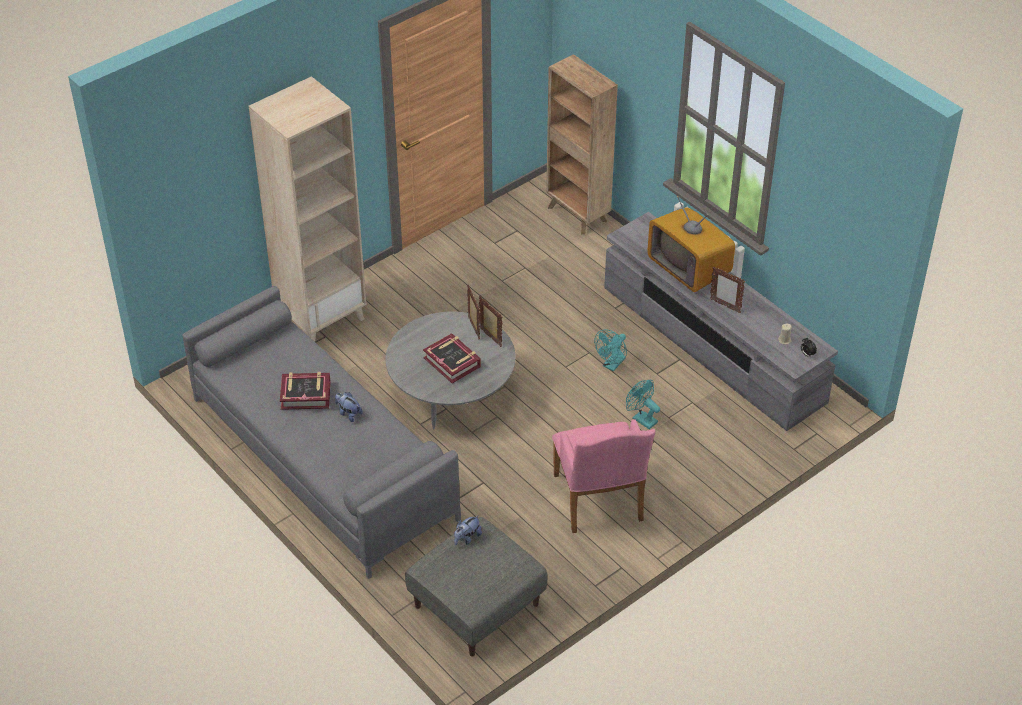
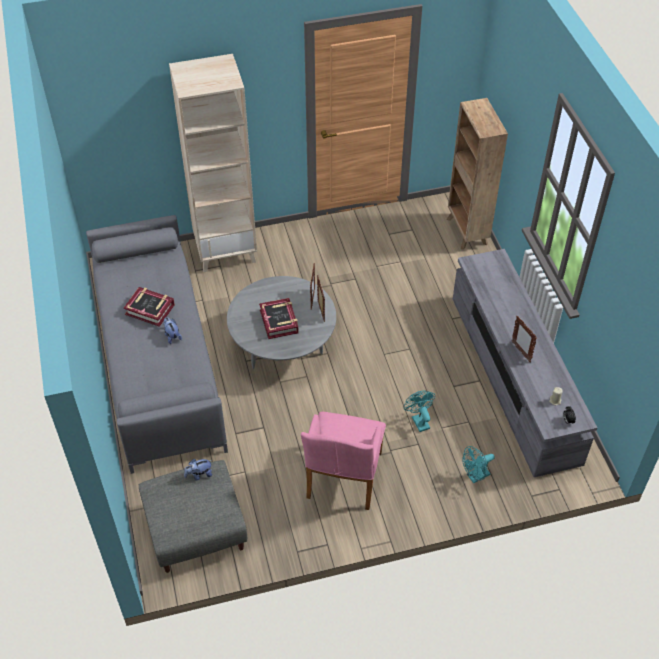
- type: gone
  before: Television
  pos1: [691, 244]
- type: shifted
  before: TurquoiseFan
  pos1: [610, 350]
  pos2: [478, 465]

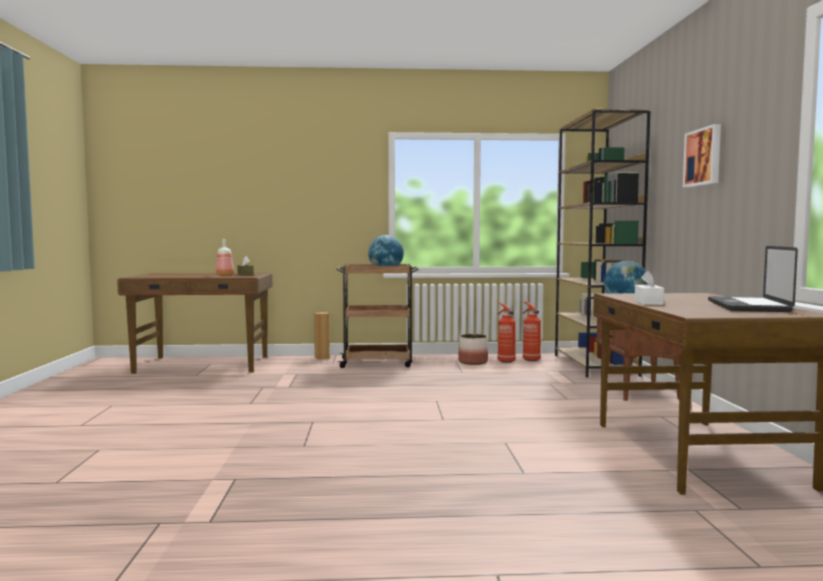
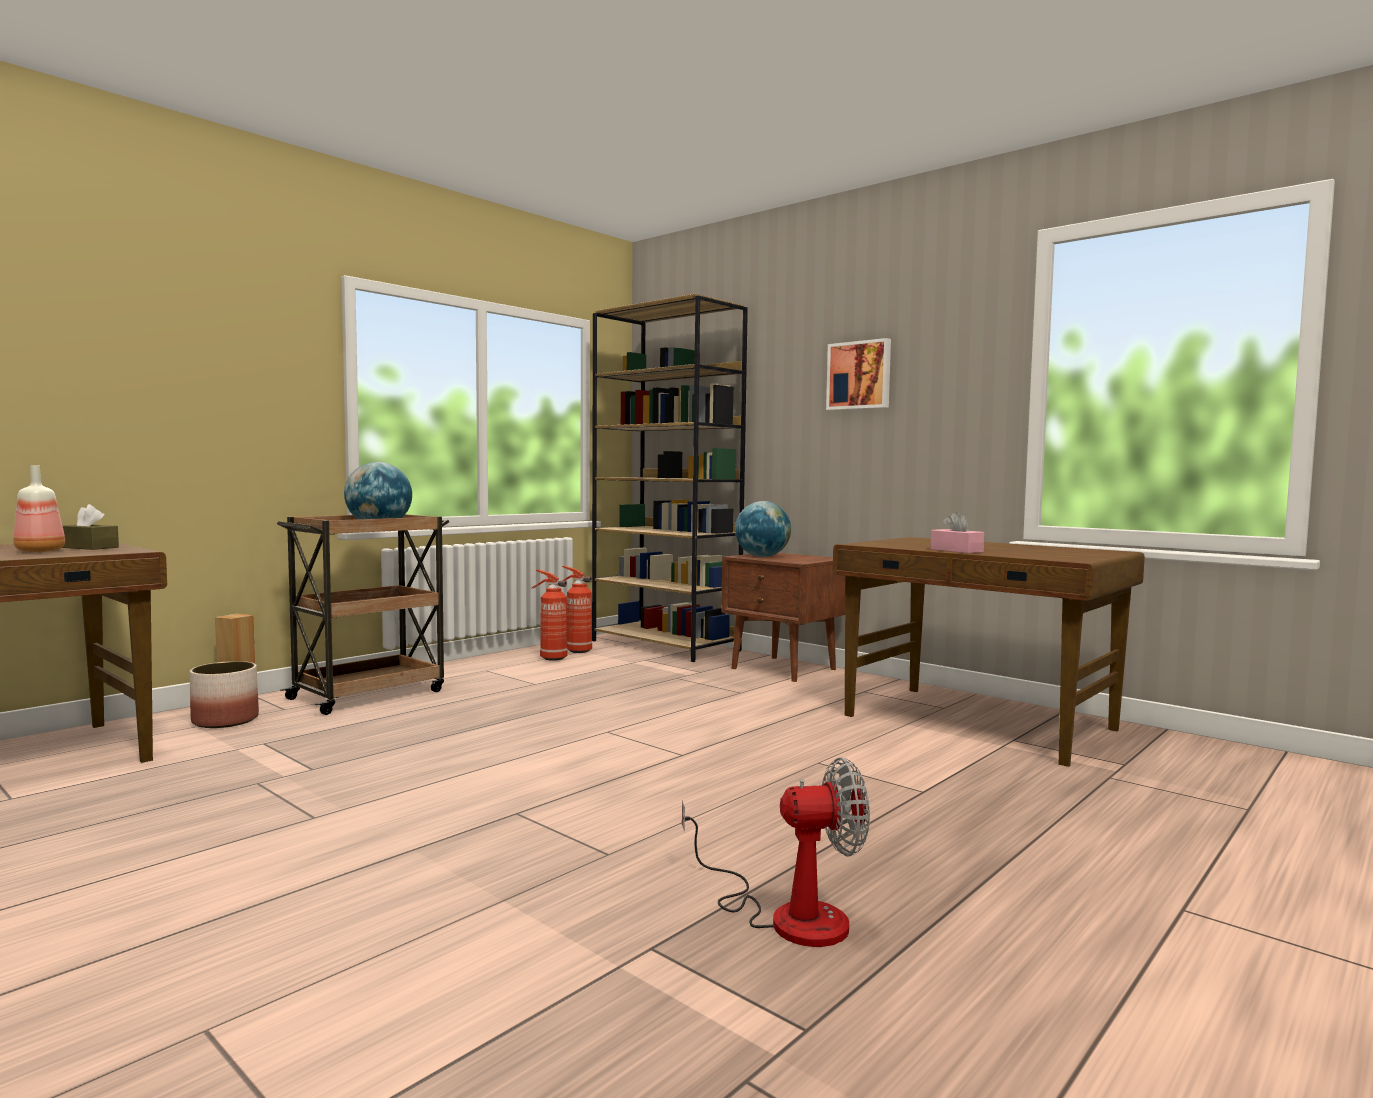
- type: gone
  before: Laptop
  pos1: [753, 279]
- type: repainted
  before: WhiteTissueBox
  after: PinkTissueBox
  pos1: [649, 288]
  pos2: [957, 532]
- type: shifted
  before: Planter
  pos1: [473, 349]
  pos2: [224, 694]
- type: new
  after: Fan
  pos2: [776, 852]

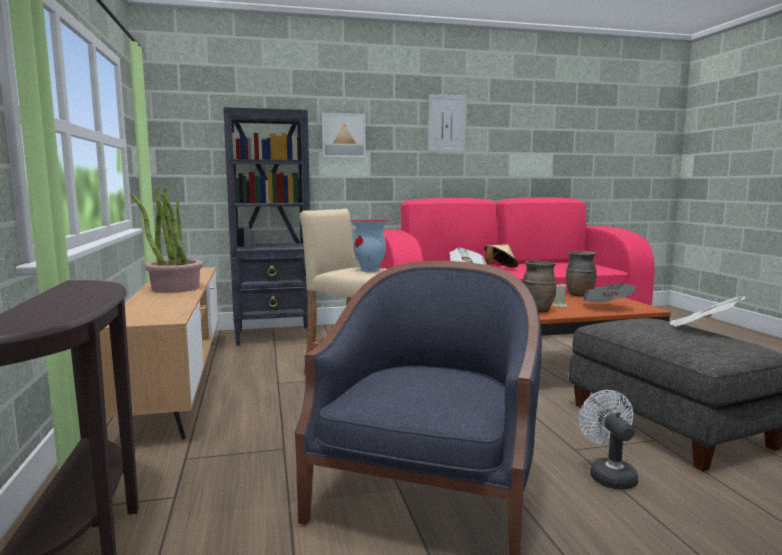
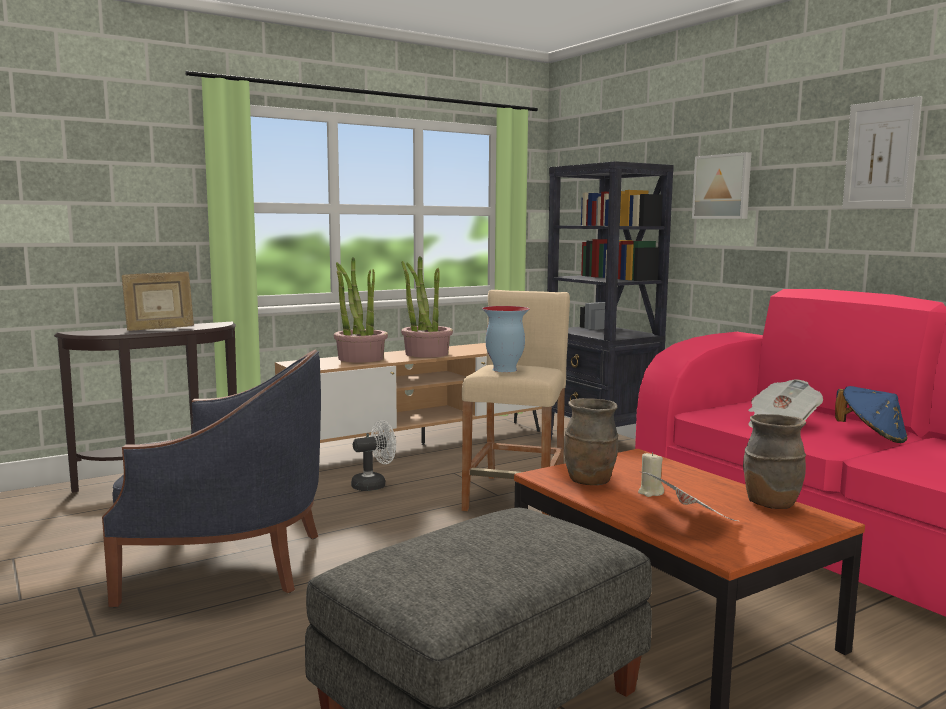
- type: repainted
  before: BeigeHat
  after: BlueHat
  pos1: [501, 256]
  pos2: [871, 414]
- type: gone
  before: Newspaper
  pos1: [707, 311]
- type: shifted
  before: WhiteFan
  pos1: [608, 439]
  pos2: [373, 455]
- type: new
  after: PottedPlant
  pos2: [361, 310]
- type: new
  after: PictureFrame
  pos2: [158, 301]

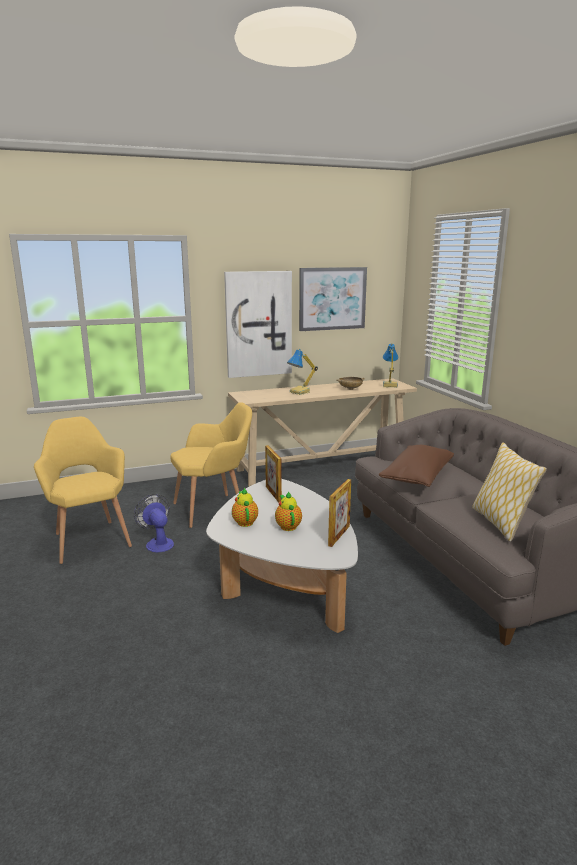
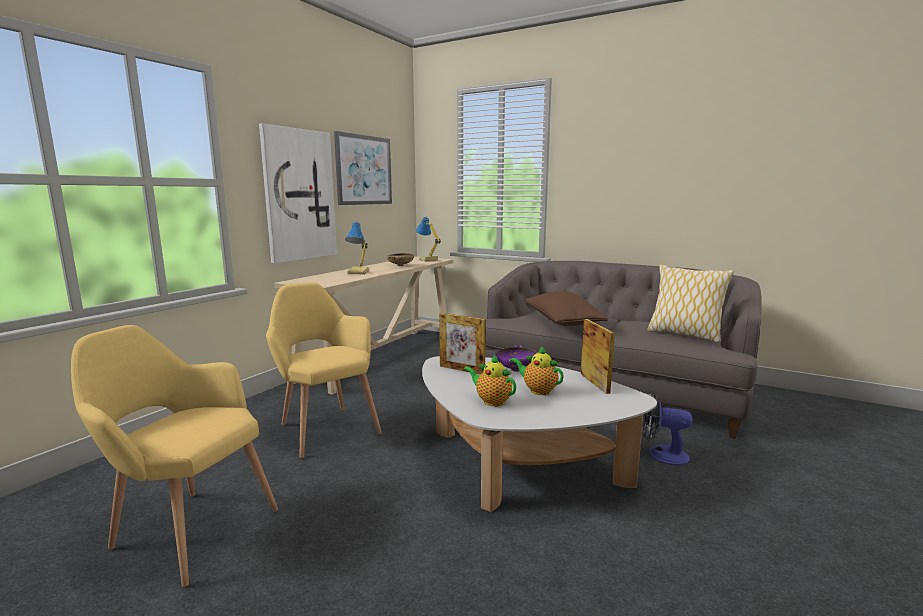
- type: rotated
  before: YellowArmchair
  pos1: [211, 465]
  pos2: [324, 370]
  turn: -60
- type: shifted
  before: Fan
  pos1: [154, 523]
  pos2: [667, 427]
- type: new
  after: PurpleBowl
  pos2: [516, 358]

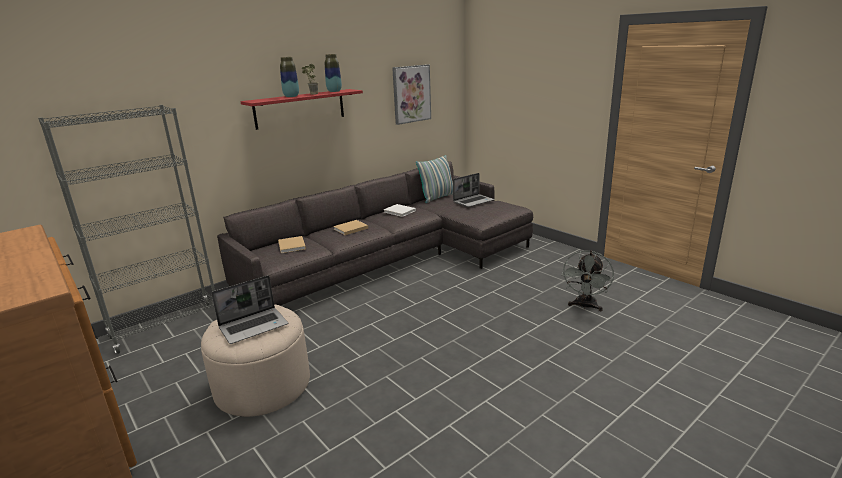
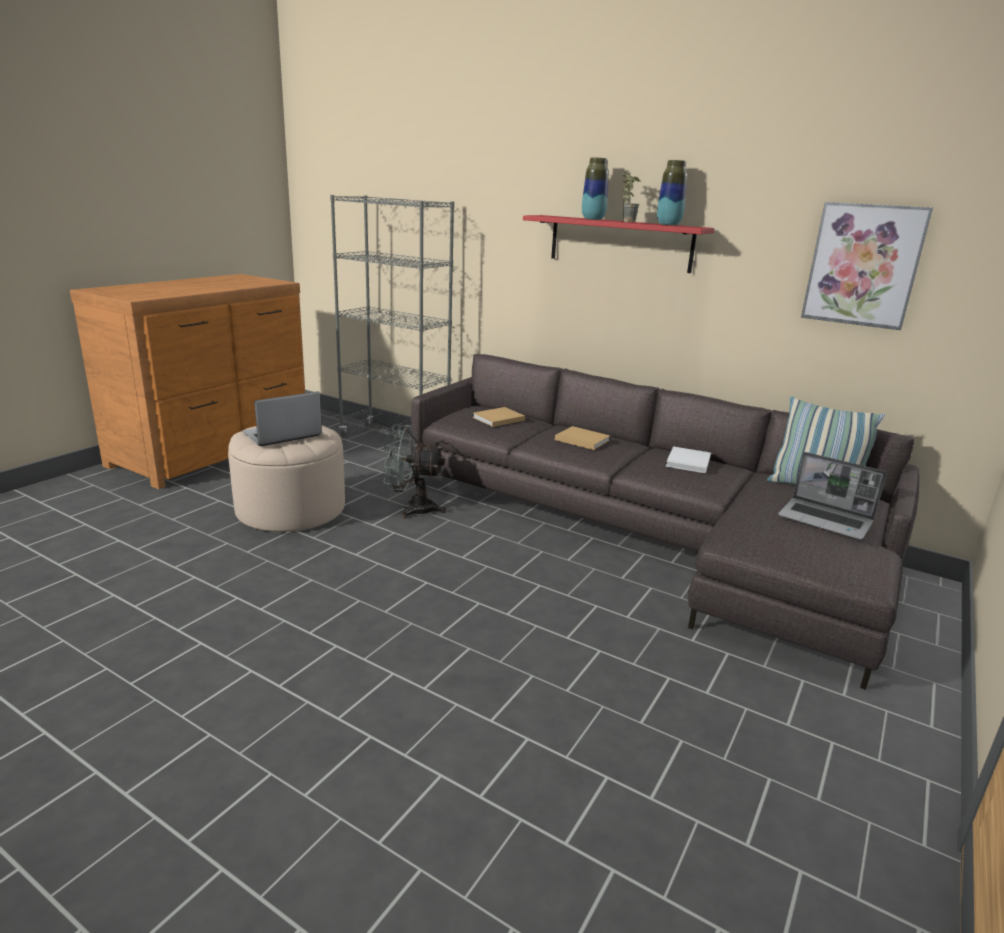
- type: shifted
  before: GreyFan
  pos1: [588, 280]
  pos2: [414, 471]
- type: rotated
  before: Laptop
  pos1: [249, 309]
  pos2: [282, 419]
  turn: 105

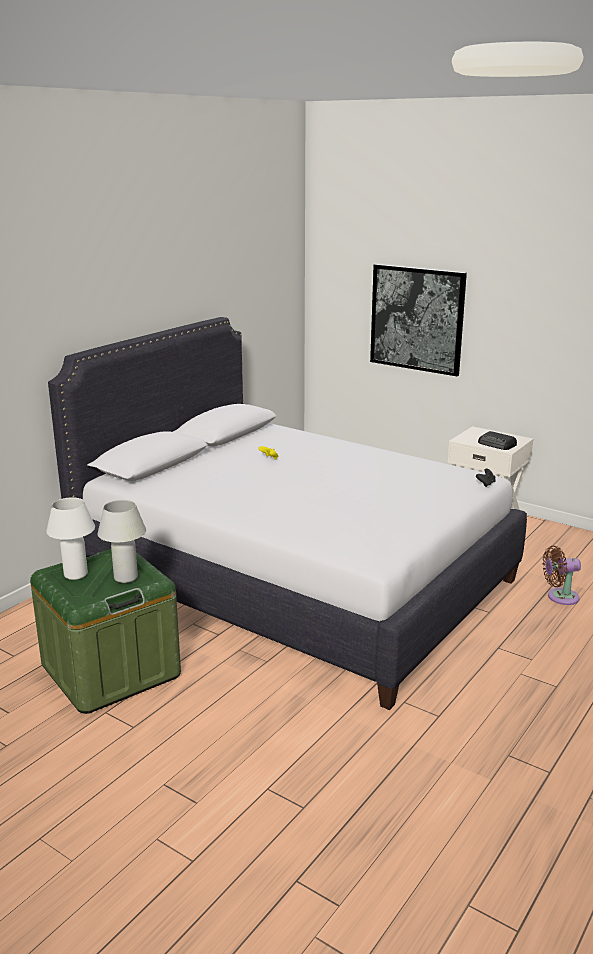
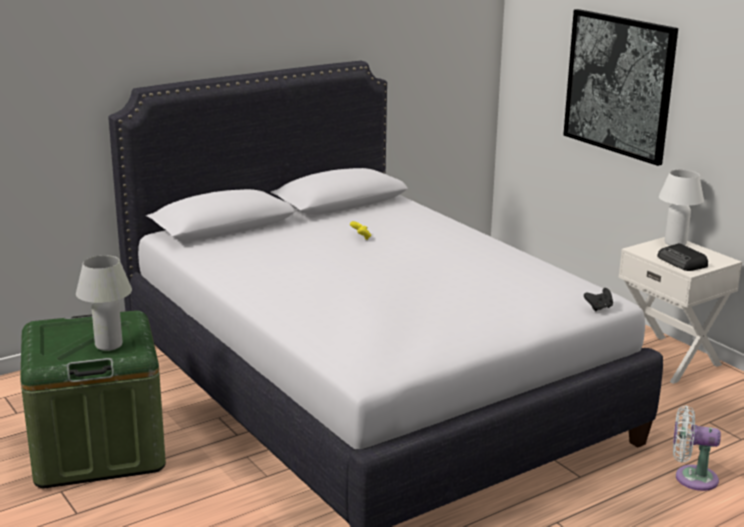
- type: shifted
  before: WhiteTableLamp
  pos1: [70, 538]
  pos2: [681, 207]
- type: repainted
  before: BrownFan
  after: WhiteFan
  pos1: [561, 575]
  pos2: [697, 448]

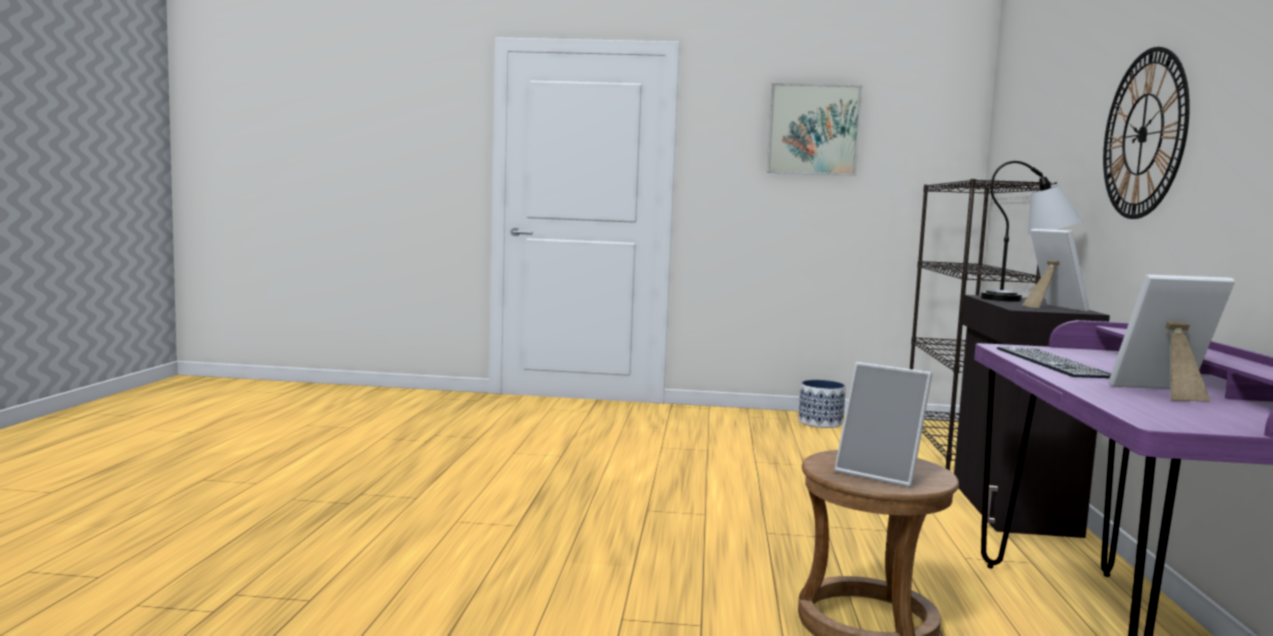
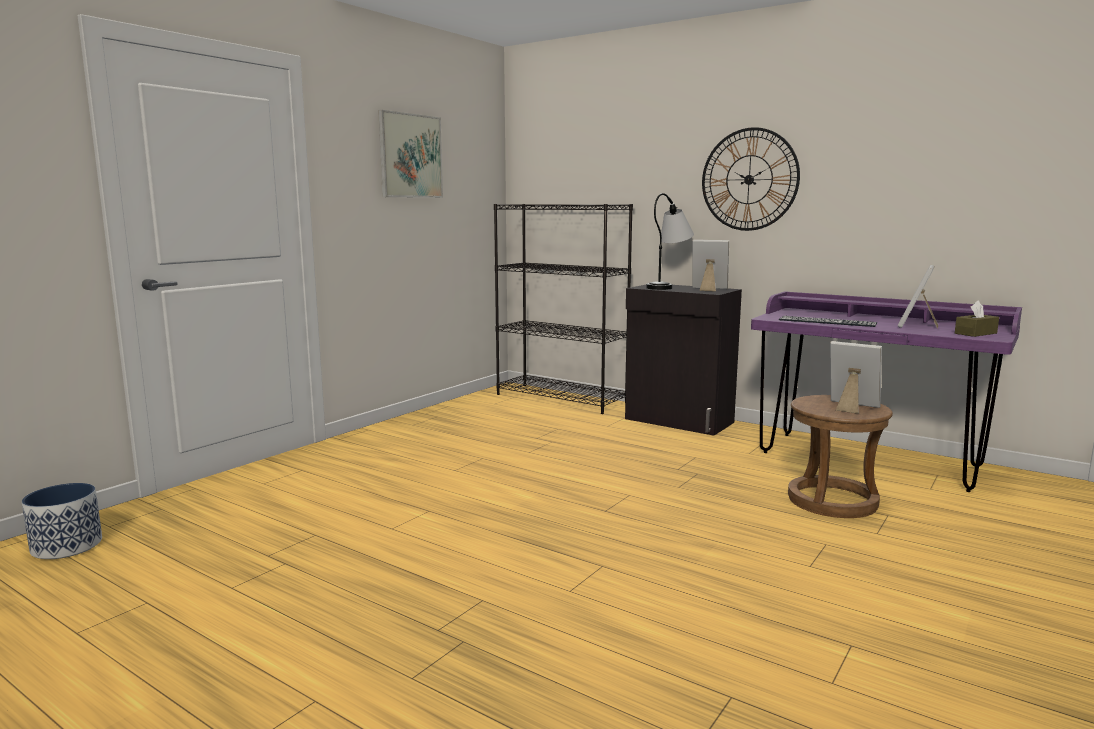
- type: rotated
  before: PictureFrame
  pos1: [883, 424]
  pos2: [856, 377]
  turn: -120
- type: shifted
  before: Planter
  pos1: [822, 404]
  pos2: [62, 521]
- type: new
  after: BrownTissueBox
  pos2: [977, 318]

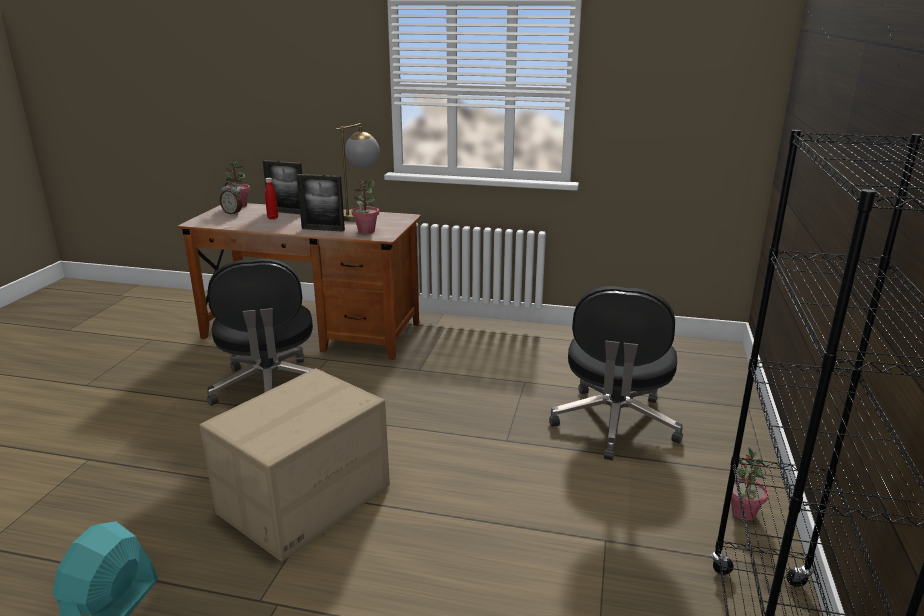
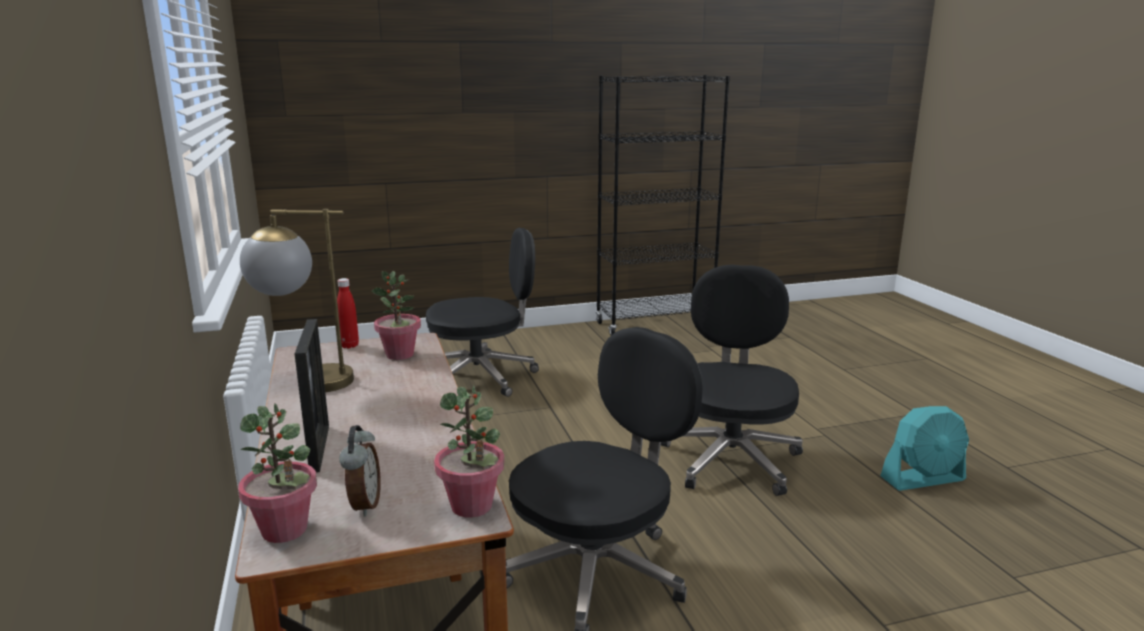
- type: gone
  before: PictureFrame
  pos1: [321, 203]
- type: shifted
  before: RedBottle
  pos1: [271, 198]
  pos2: [348, 313]
- type: swapped
  before: CardboardBox
  after: BlackOfficeChair
  pos1: [294, 465]
  pos2: [732, 380]
- type: shifted
  before: PottedPlant
  pos1: [750, 484]
  pos2: [469, 451]

